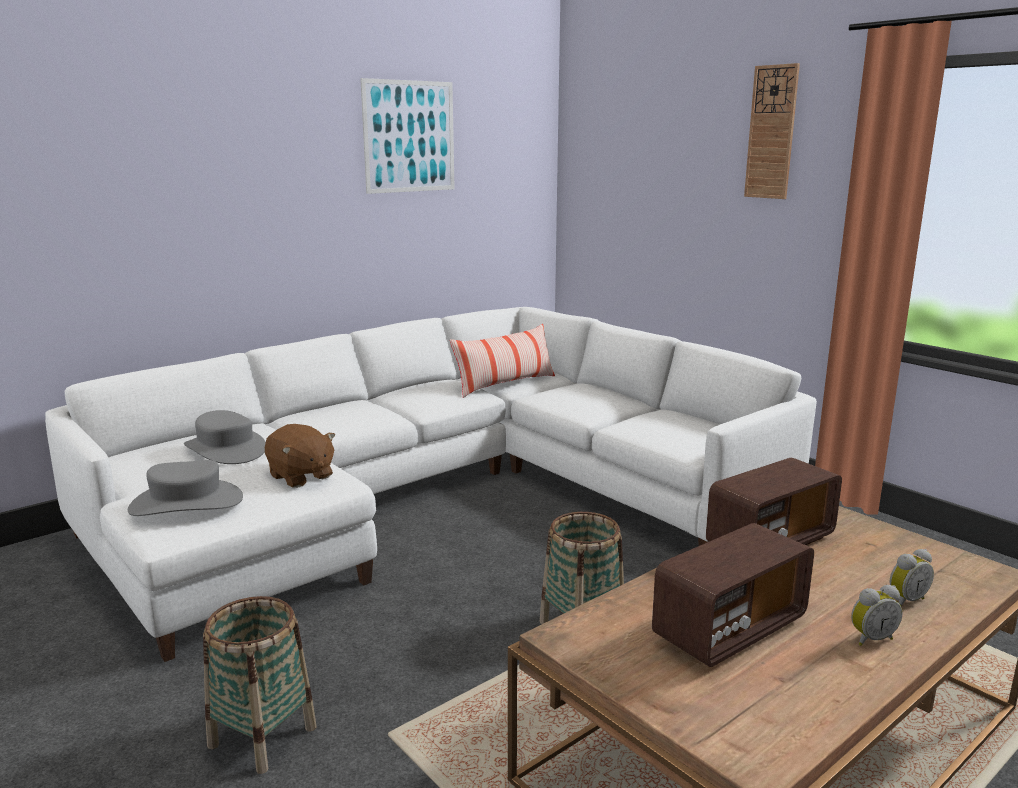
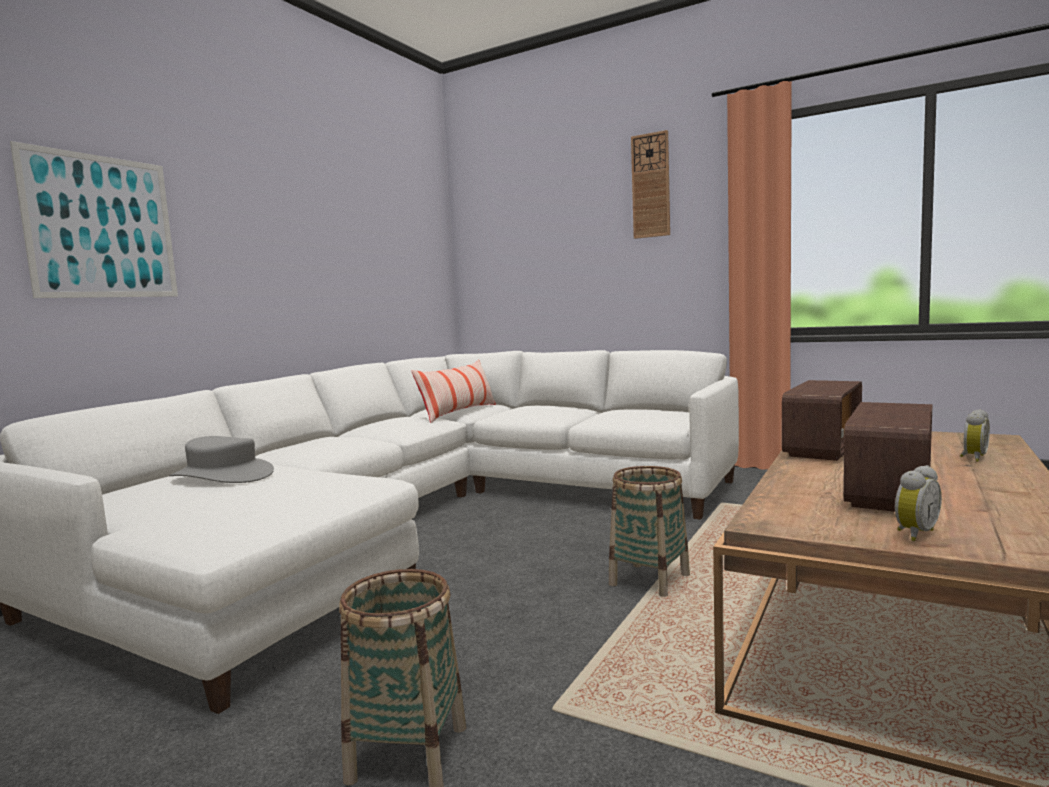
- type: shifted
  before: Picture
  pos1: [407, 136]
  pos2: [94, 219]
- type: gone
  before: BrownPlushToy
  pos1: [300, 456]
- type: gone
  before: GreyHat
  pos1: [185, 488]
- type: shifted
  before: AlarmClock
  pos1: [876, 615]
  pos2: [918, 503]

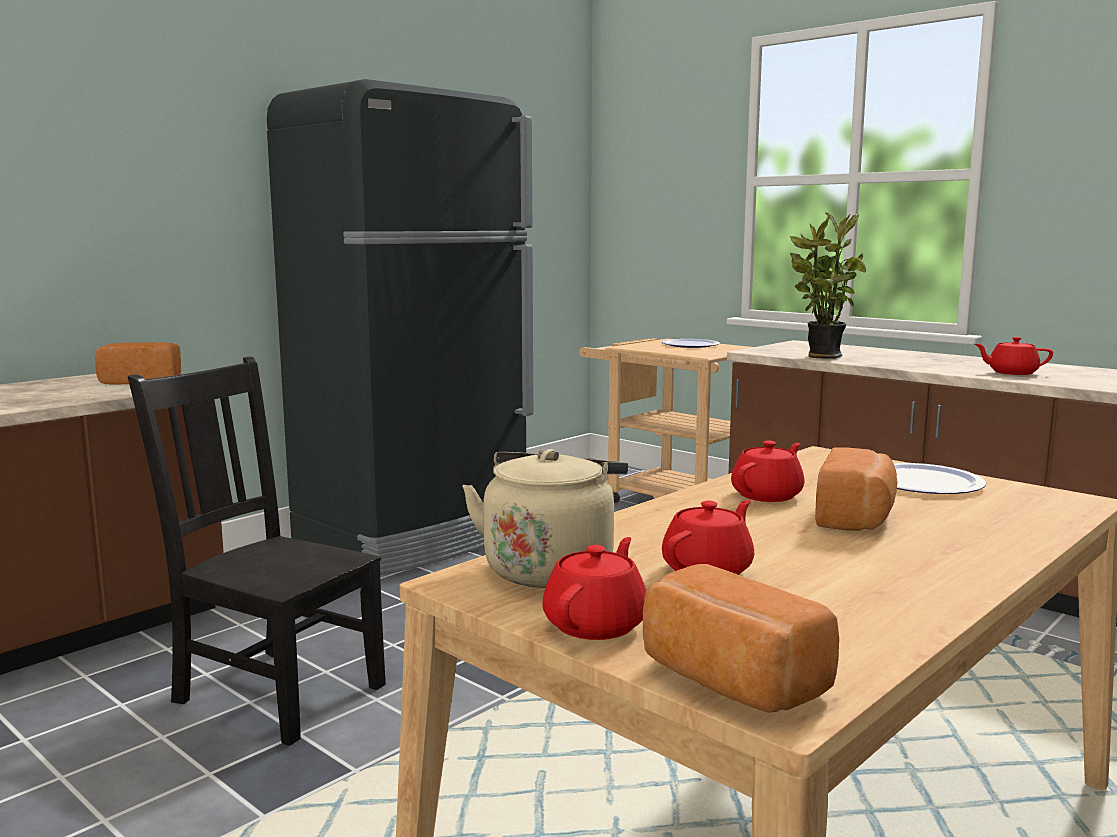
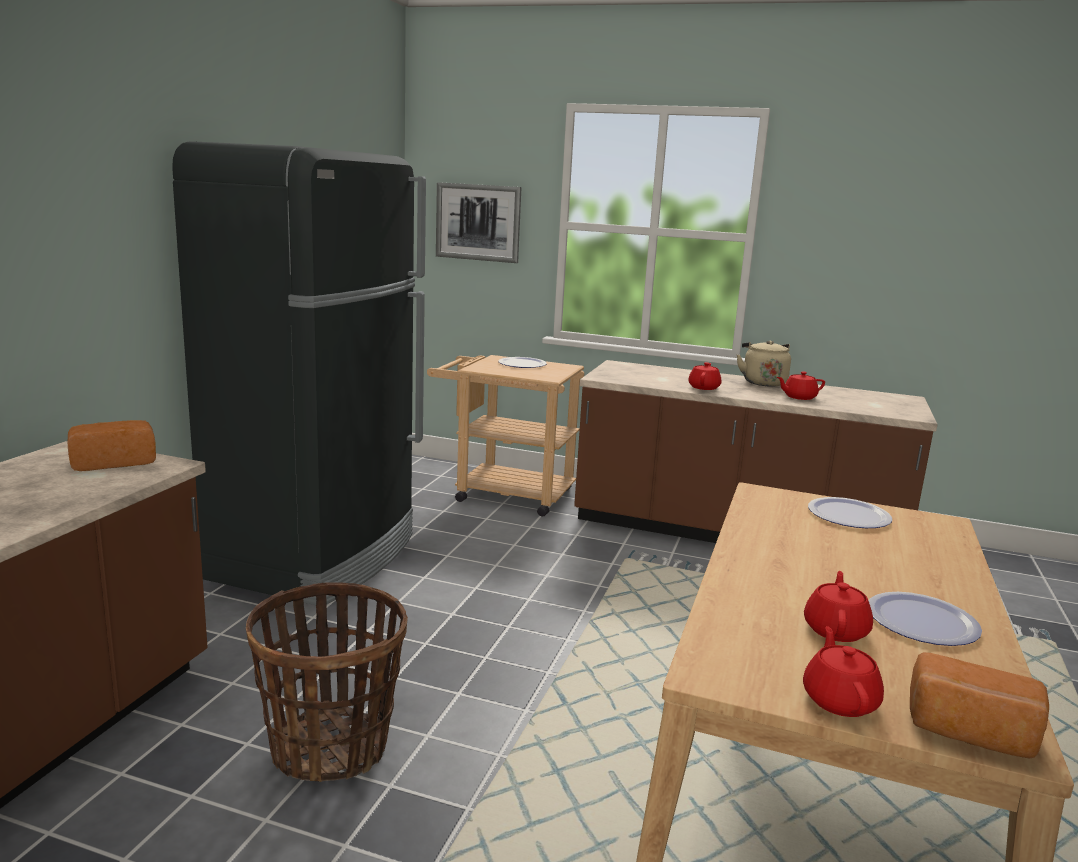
- type: gone
  before: PottedPlant
  pos1: [828, 285]
- type: swapped
  before: BlackChair
  after: Basket
  pos1: [257, 551]
  pos2: [327, 682]
- type: shifted
  before: RedTeapot
  pos1: [768, 471]
  pos2: [704, 376]
- type: gone
  before: Bread
  pos1: [856, 489]
- type: shifted
  before: BeigeKettle
  pos1: [545, 518]
  pos2: [764, 363]
- type: new
  after: Picture
  pos2: [478, 222]
- type: new
  after: Plate
  pos2: [925, 619]

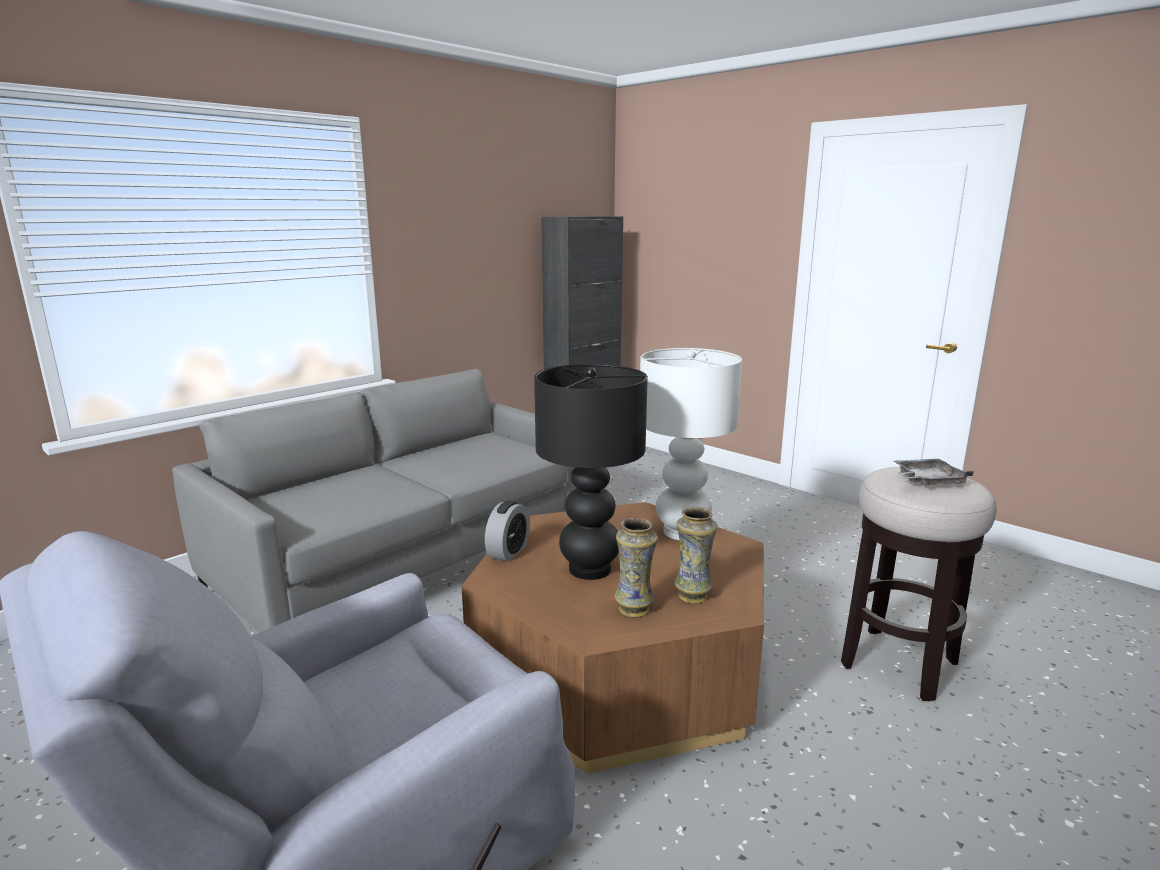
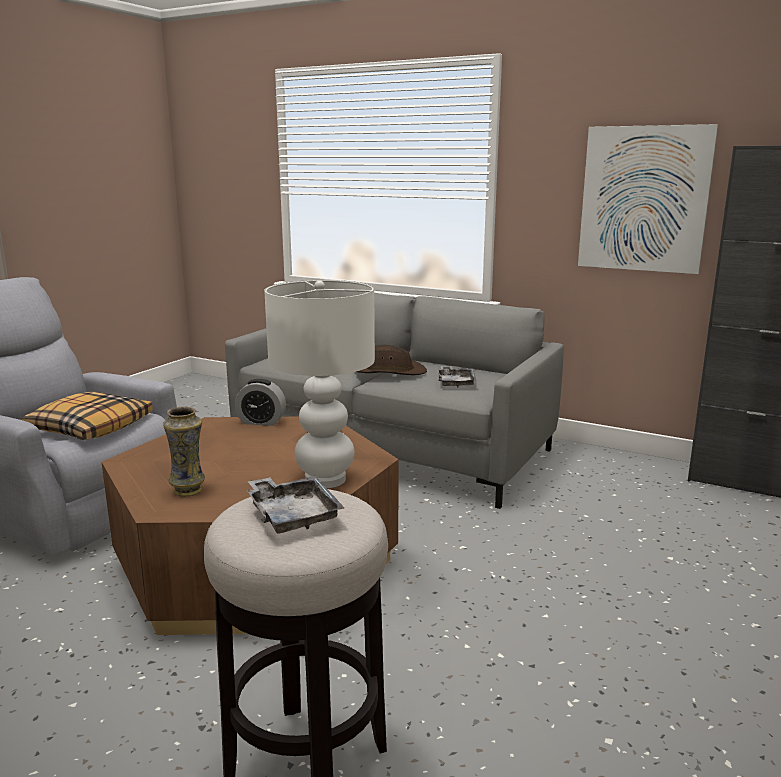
- type: gone
  before: BlackTableLamp
  pos1: [591, 472]
- type: gone
  before: Vase
  pos1: [636, 567]
- type: new
  after: Picture
  pos2: [648, 199]
- type: new
  after: BrownHat
  pos2: [392, 360]
- type: new
  after: GreyTray
  pos2: [457, 376]
- type: new
  after: Pillow
  pos2: [86, 416]

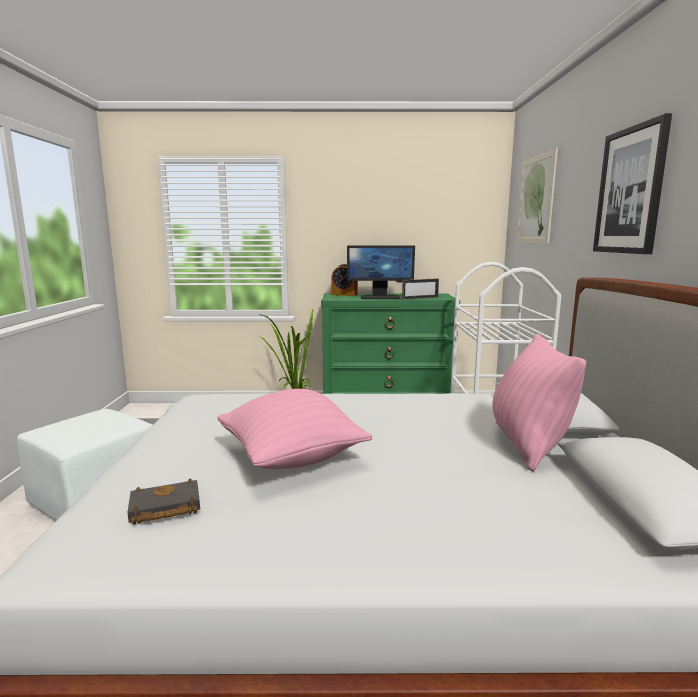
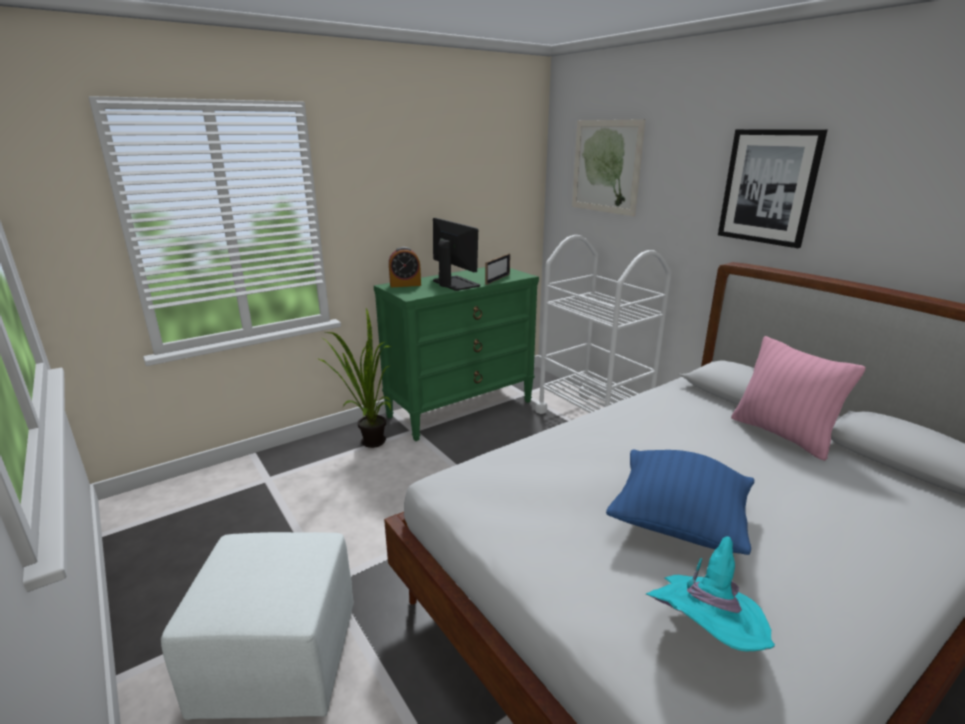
- type: rotated
  before: Monitor
  pos1: [381, 272]
  pos2: [456, 254]
  turn: -90
- type: repainted
  before: PinkPillow
  after: BluePillow
  pos1: [295, 429]
  pos2: [680, 502]
- type: swapped
  before: BlackBook
  after: TurquoiseHat
  pos1: [164, 502]
  pos2: [710, 593]

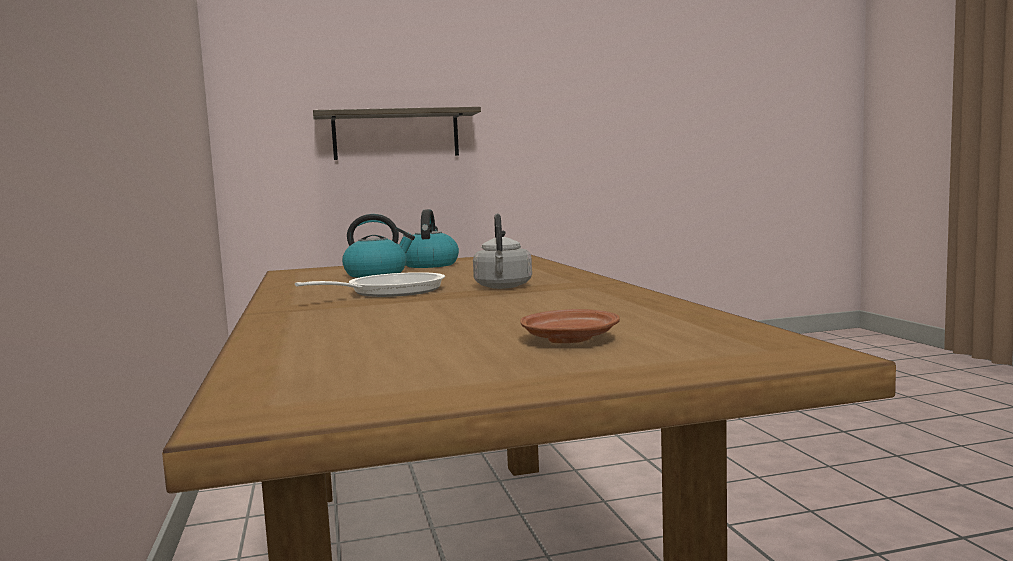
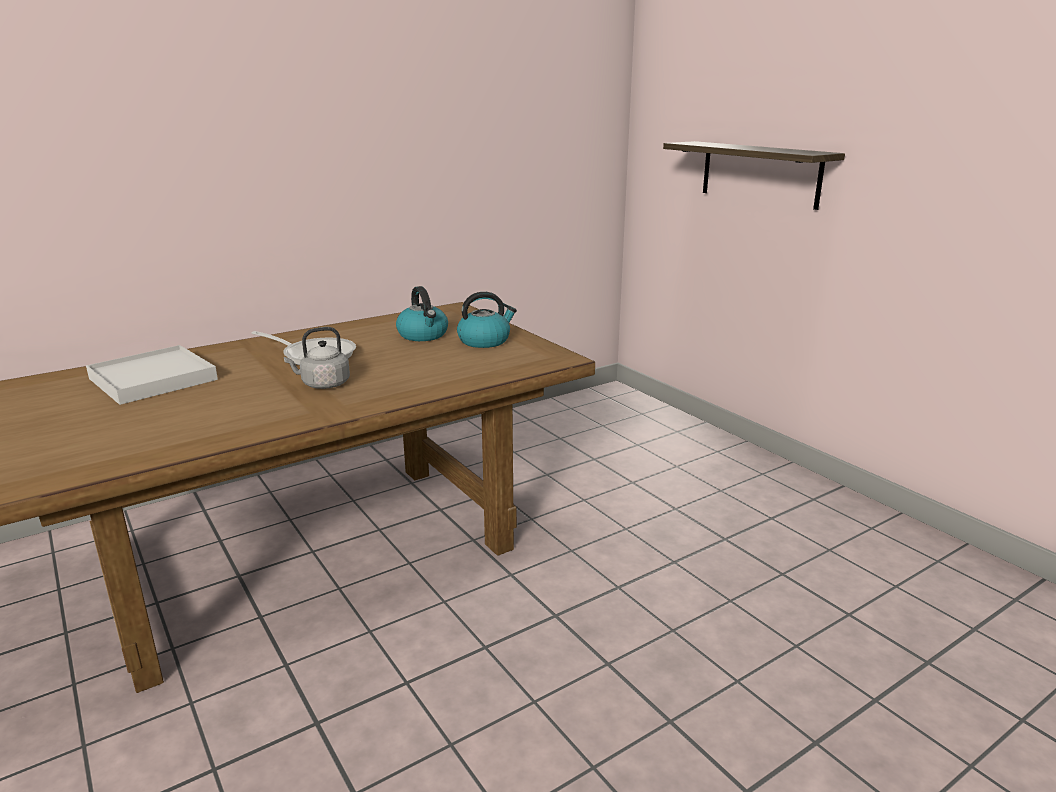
- type: gone
  before: BrownPlate
  pos1: [570, 326]
- type: new
  after: WhiteTray
  pos2: [152, 375]

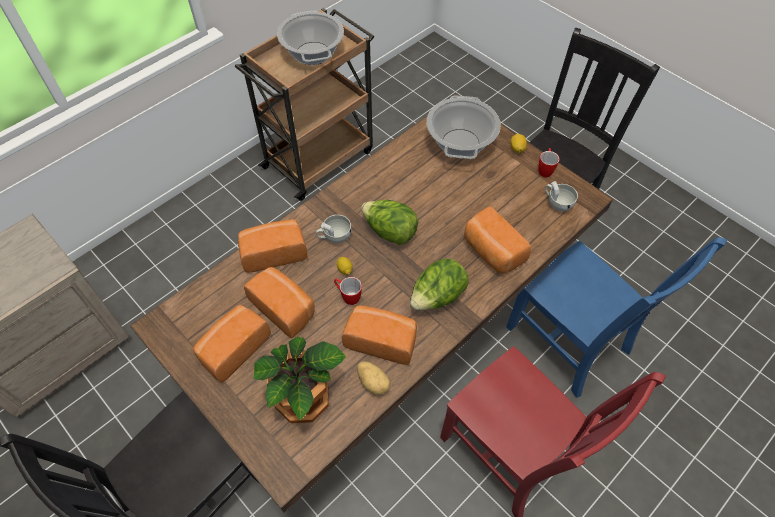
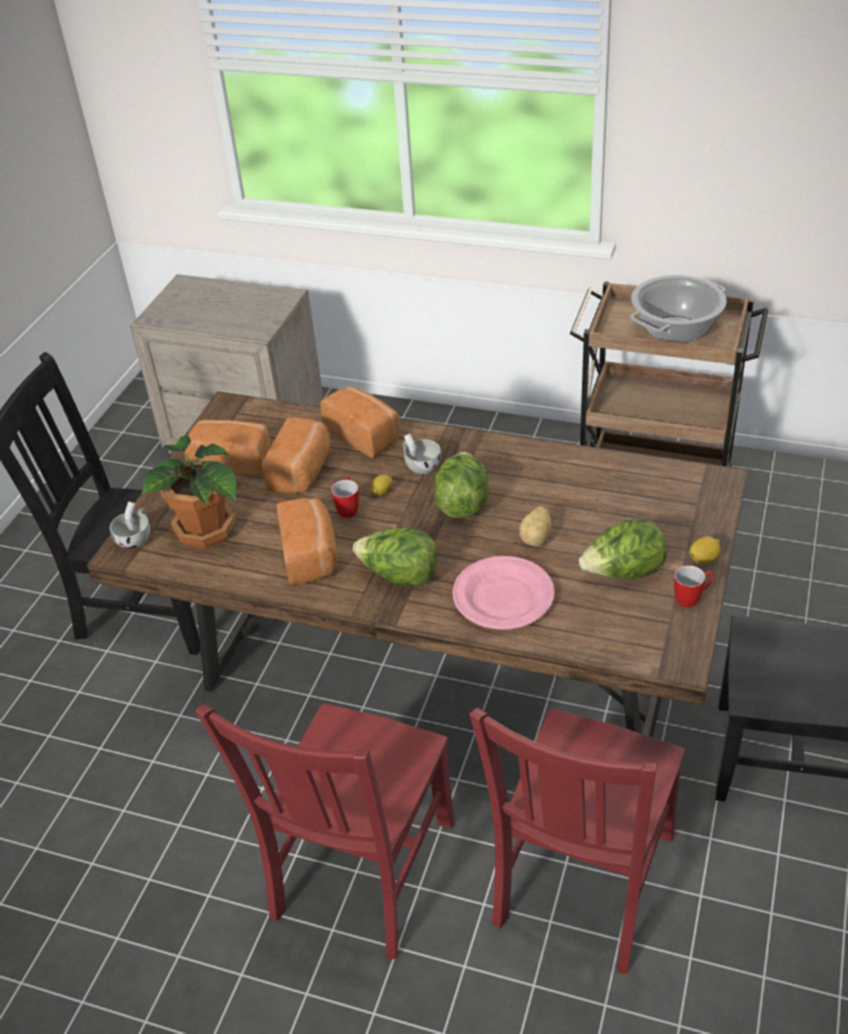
- type: gone
  before: CookingPot
  pos1: [463, 127]
- type: shifted
  before: WhiteCup
  pos1: [561, 196]
  pos2: [130, 525]
- type: swapped
  before: Bread
  after: PinkPlate
  pos1: [497, 240]
  pos2: [504, 593]
- type: repainted
  before: BlueChair
  after: RedChair
  pos1: [616, 317]
  pos2: [577, 841]
- type: shifted
  before: Potato
  pos1: [374, 378]
  pos2: [535, 526]
- type: new
  after: Lettuce
  pos2: [623, 549]

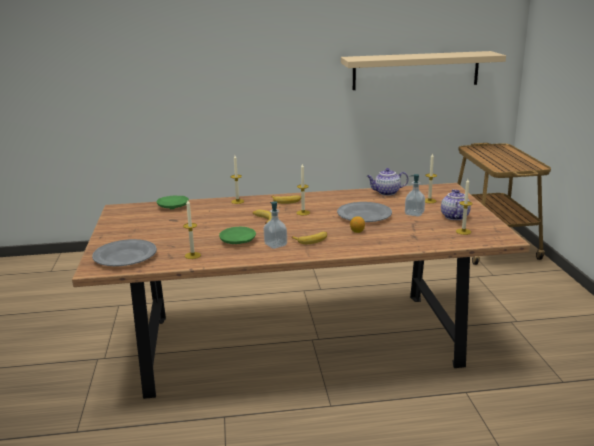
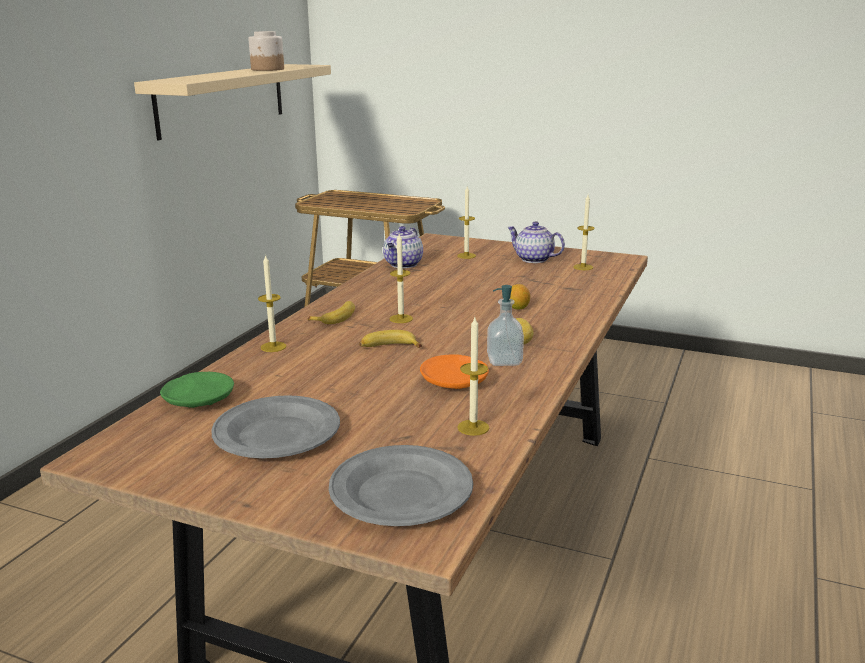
- type: gone
  before: SoapDispenser
  pos1: [415, 195]
- type: shifted
  before: GreyPlate
  pos1: [364, 212]
  pos2: [276, 426]
- type: repainted
  before: GreenPlate
  after: OrangePlate
  pos1: [237, 235]
  pos2: [454, 371]
- type: new
  after: Jar
  pos2: [266, 51]

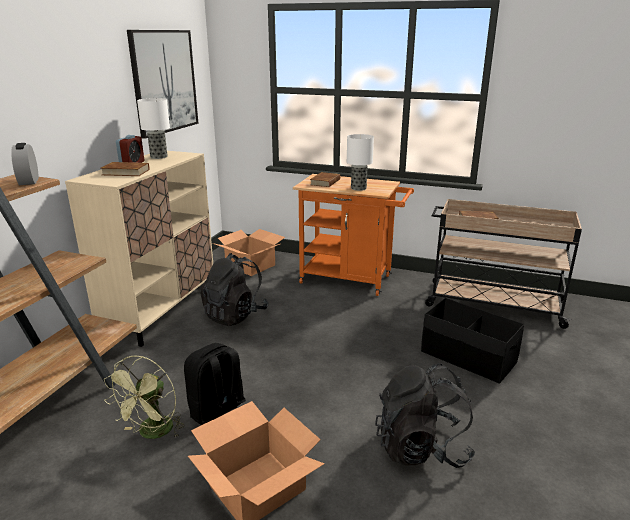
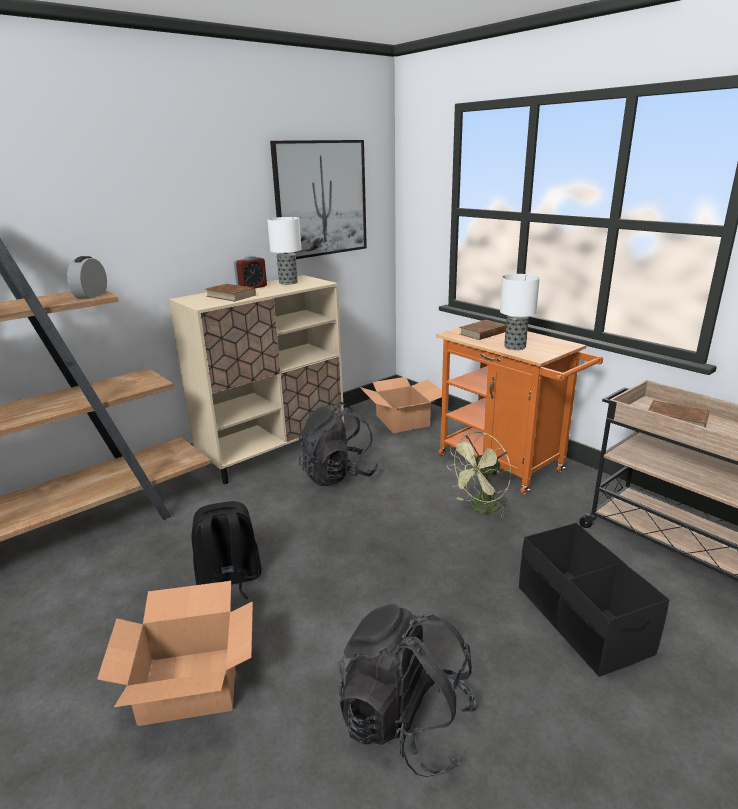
- type: shifted
  before: GreenFan
  pos1: [144, 397]
  pos2: [479, 475]

